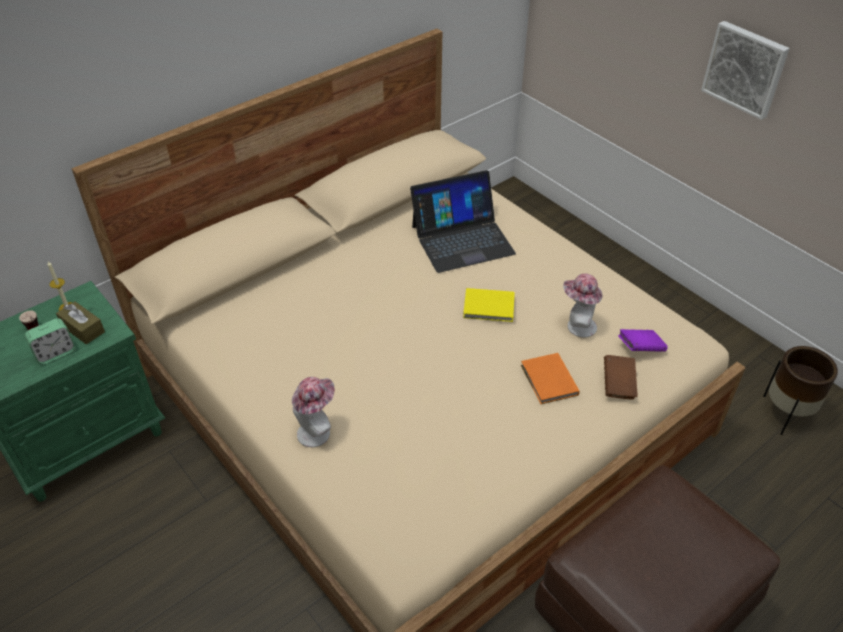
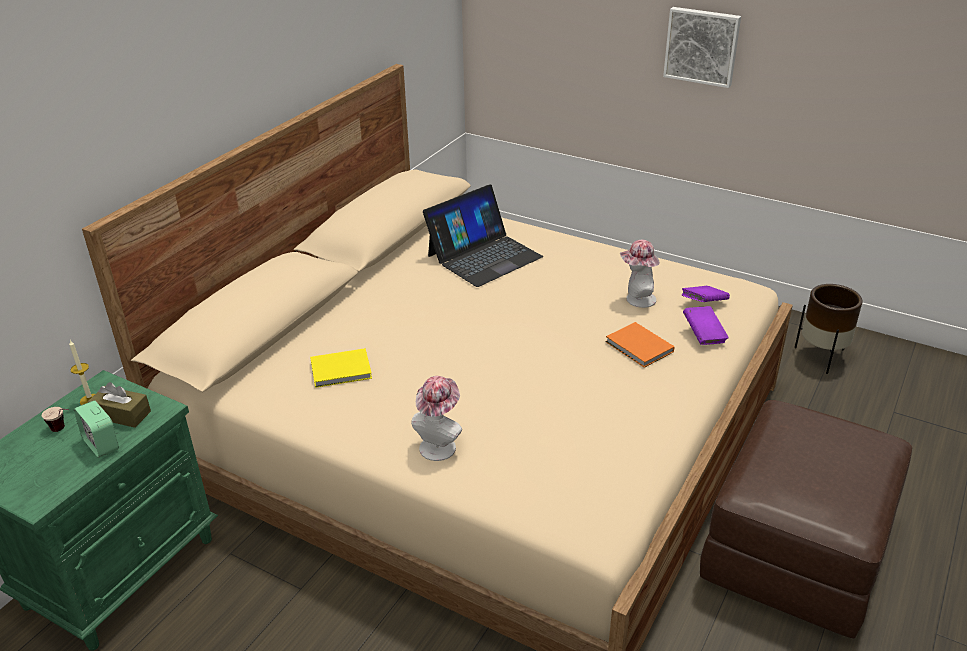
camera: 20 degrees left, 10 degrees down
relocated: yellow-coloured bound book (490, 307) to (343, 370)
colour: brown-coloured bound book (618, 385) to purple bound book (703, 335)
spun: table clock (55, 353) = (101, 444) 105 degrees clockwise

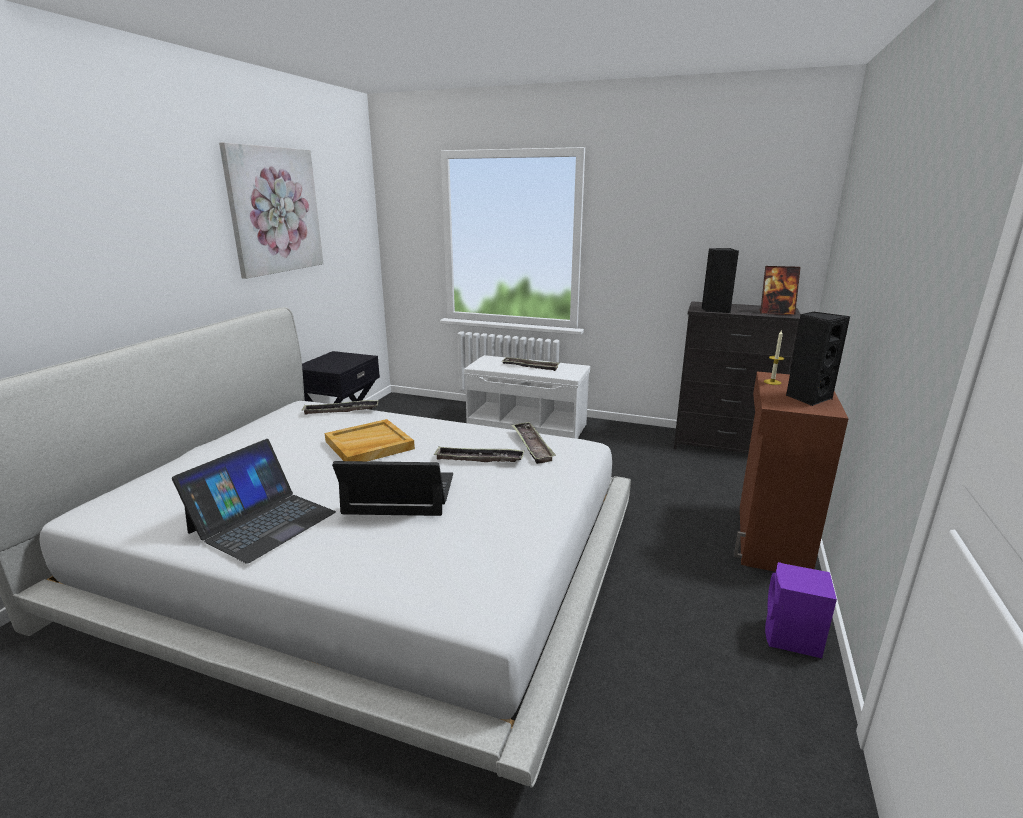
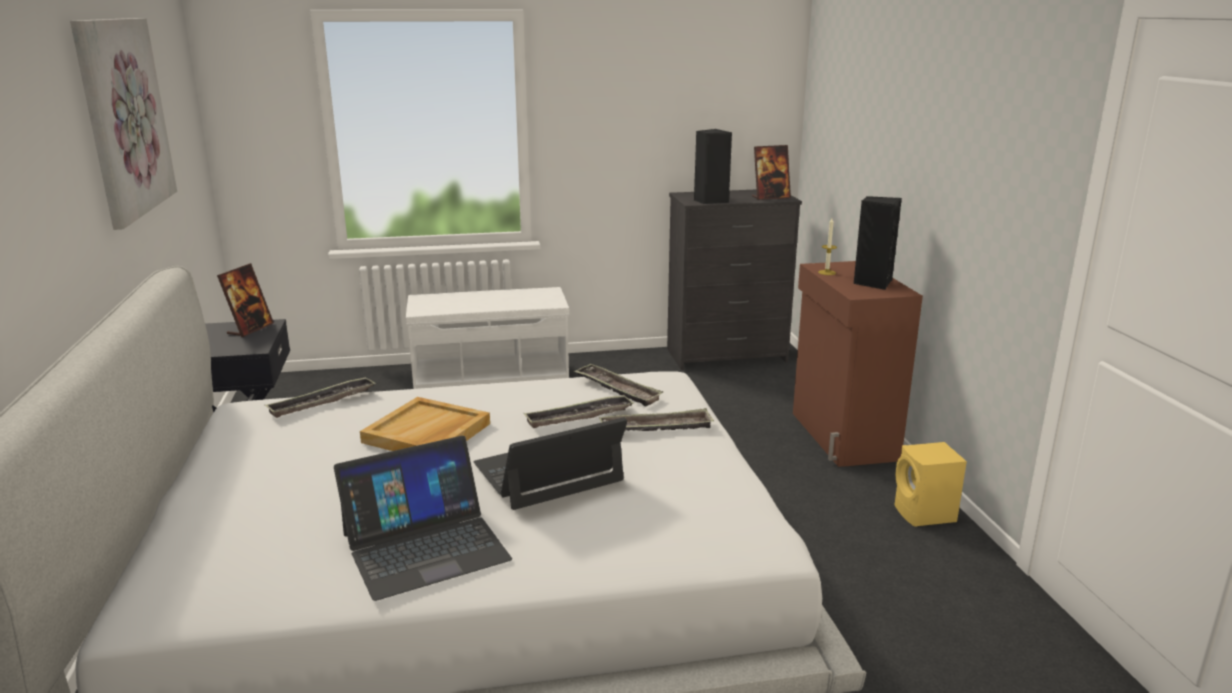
camera: 30 degrees left, 0 degrees up
appeared: photo frame (250, 329)
relocated: serving tray (530, 366) to (656, 428)
colour: purple audio speaker (792, 639) to yellow-coloured audio speaker (925, 515)
spun: notebook computer (262, 522) = (425, 546) 60 degrees clockwise

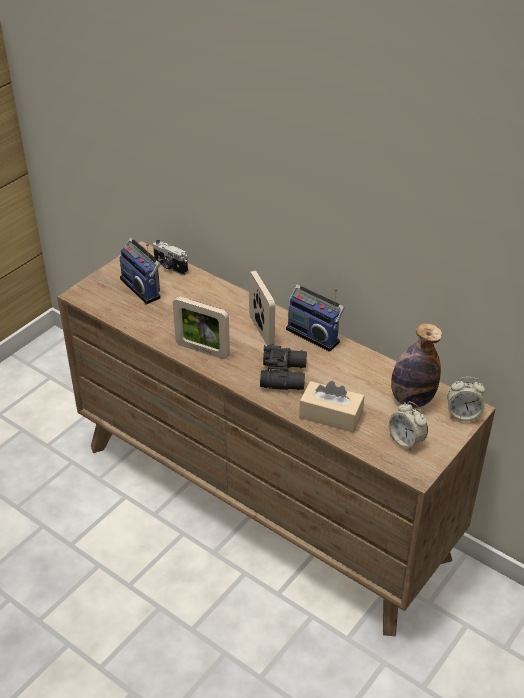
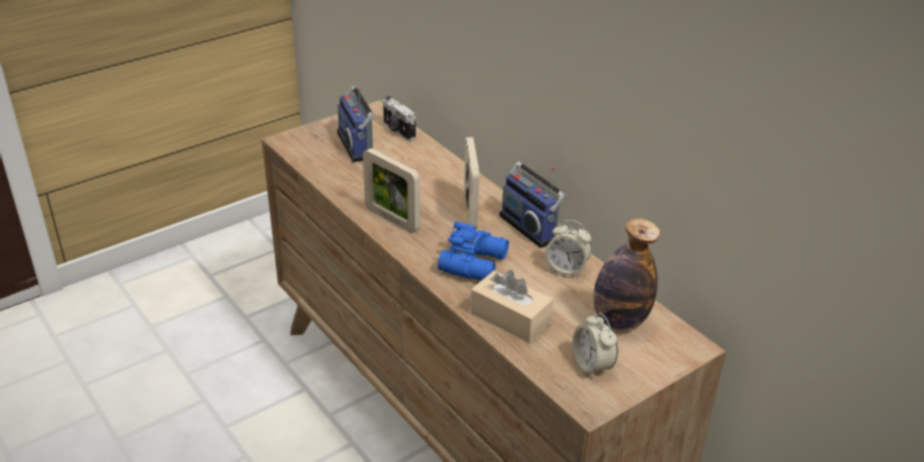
camera: 15 degrees right, 5 degrees down
relocated: table clock (463, 414) to (566, 269)
colour: black-coloured field glasses (285, 375) to blue field glasses (475, 263)

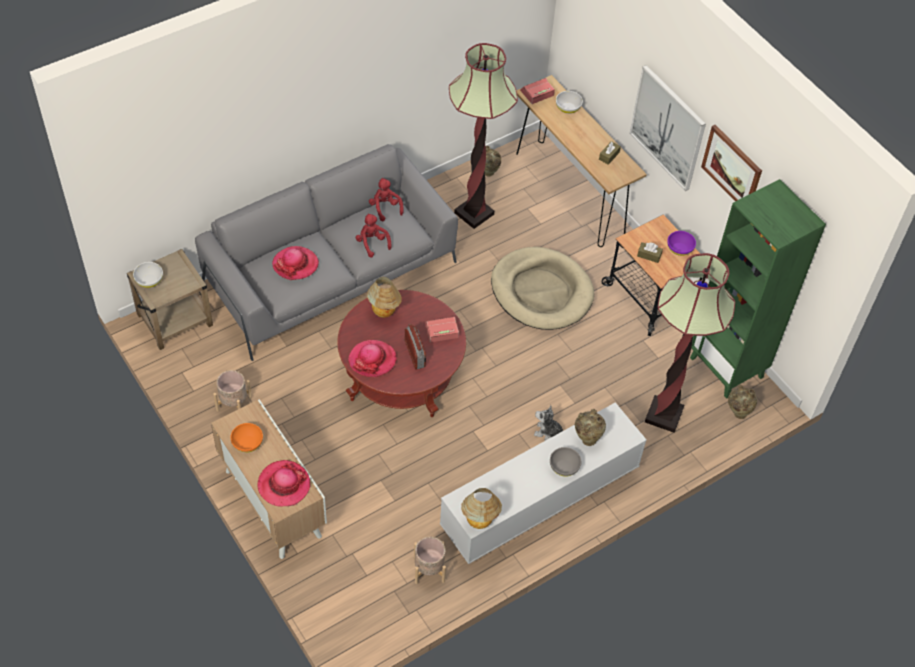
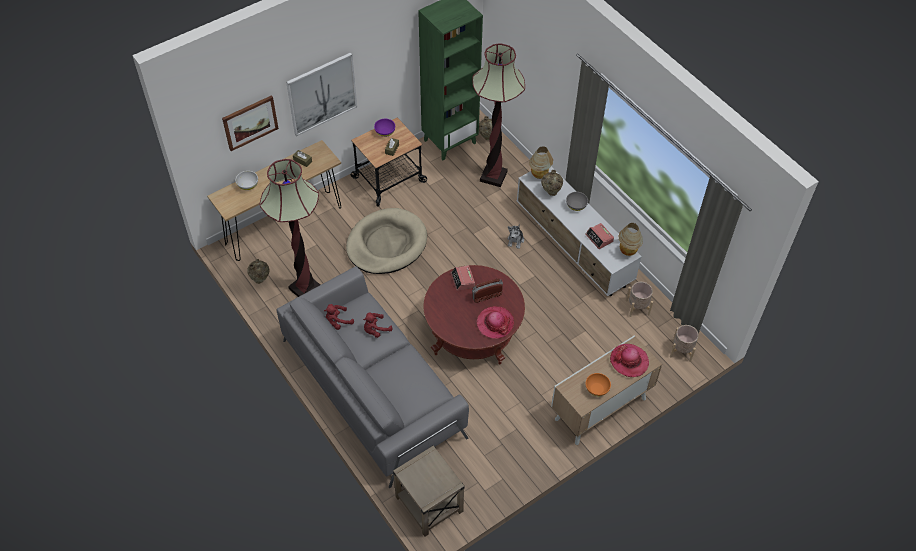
camera: 90 degrees left, 0 degrees up
missing: whitish bowl (149, 280); clothing hat (295, 264)
relocated: sand-coloured plant pot (234, 404) to (682, 350); table lamp (384, 313) to (539, 175); table clock (537, 93) to (599, 238); wall art (732, 167) to (250, 122)

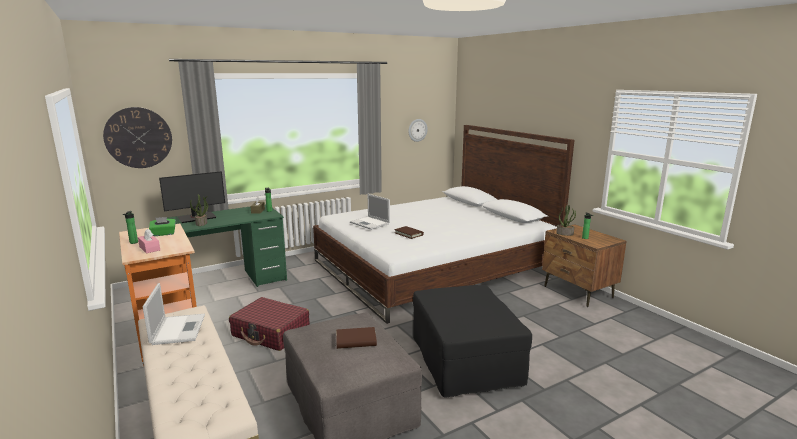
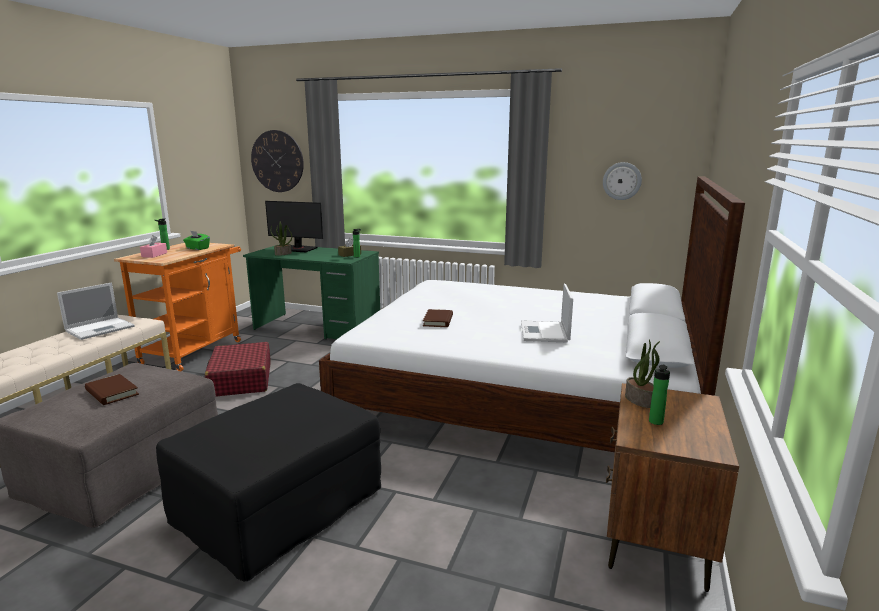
camera: 50 degrees right, 0 degrees up
relocated: notebook computer (370, 223) to (544, 332)

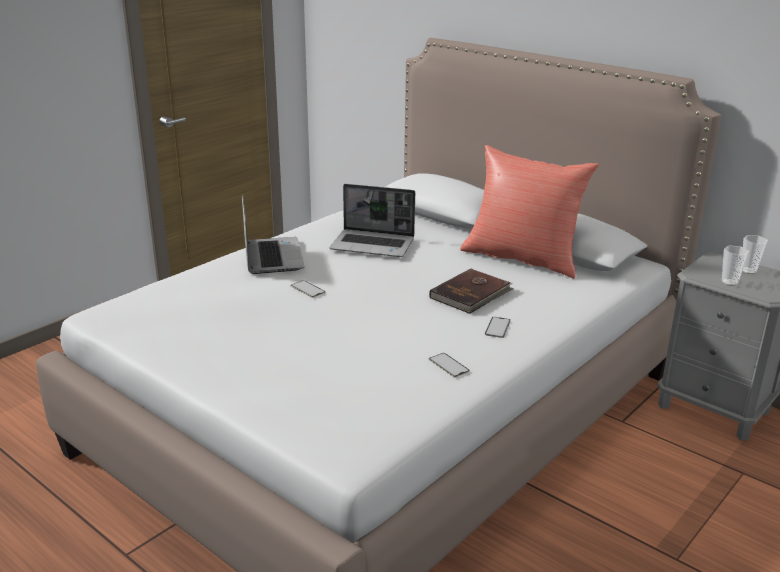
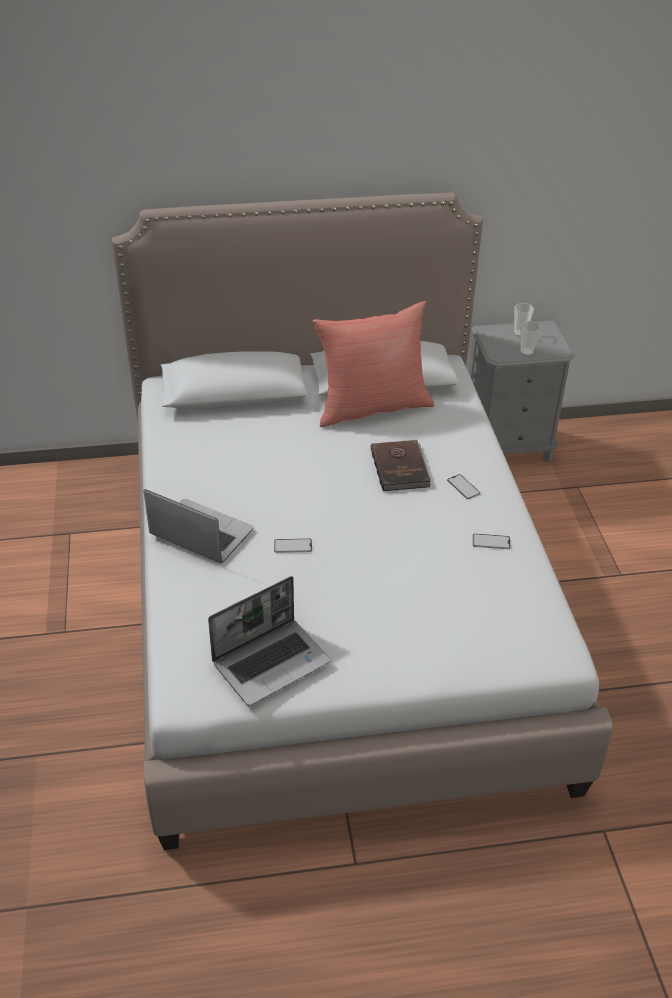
camera: 50 degrees left, 15 degrees up
relocated: notebook computer (373, 245) to (271, 662)

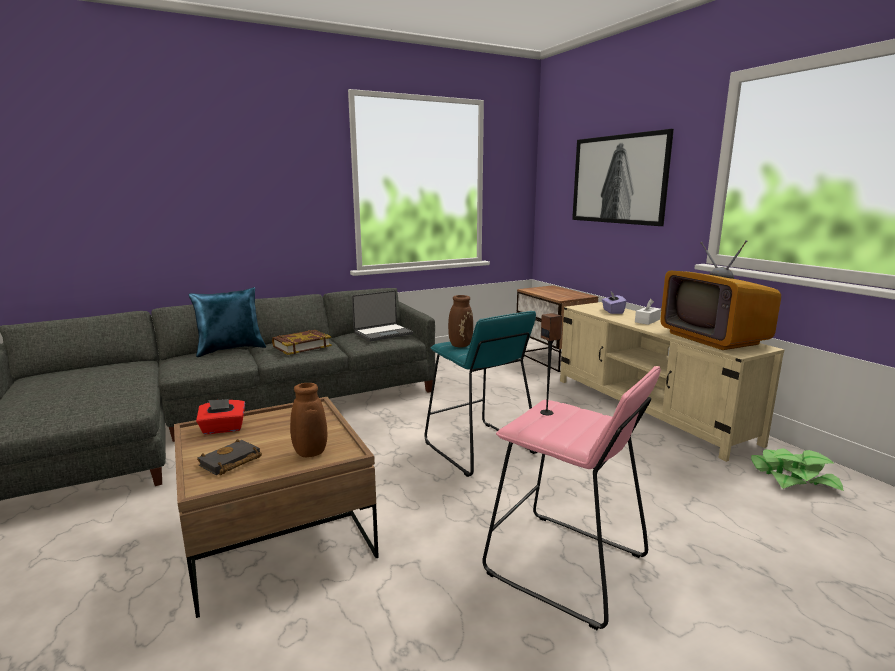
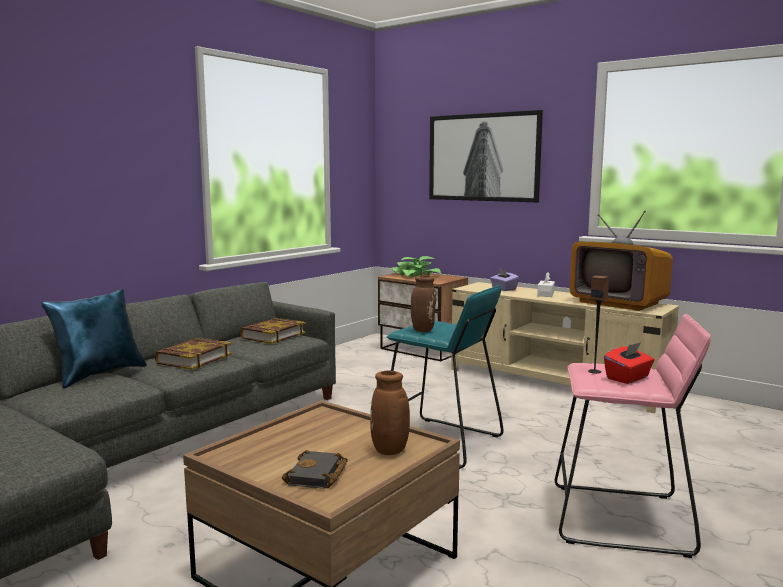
camera: 25 degrees left, 5 degrees down
relocated: reddish tissue box (223, 429) to (628, 378); houseplant (792, 478) to (415, 275)
exchanged: notebook computer (383, 333) to bound book (273, 335)

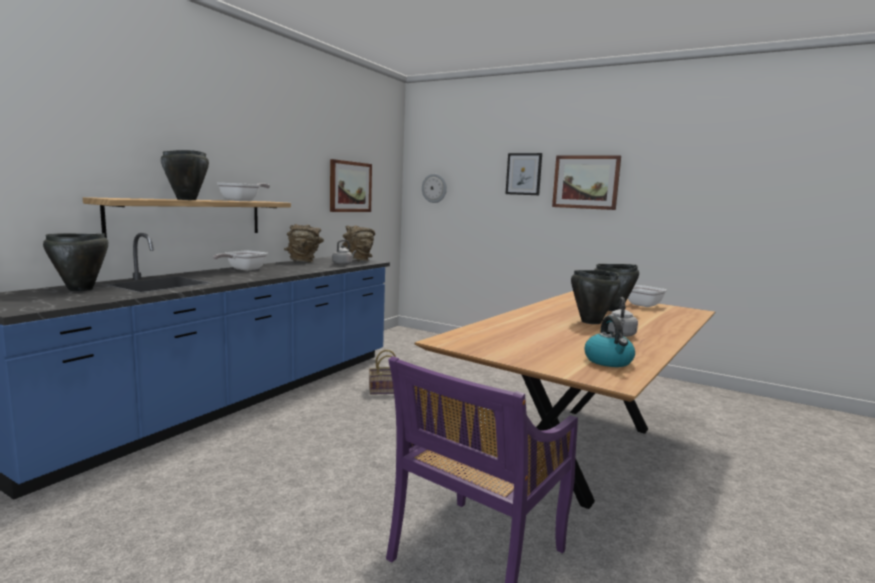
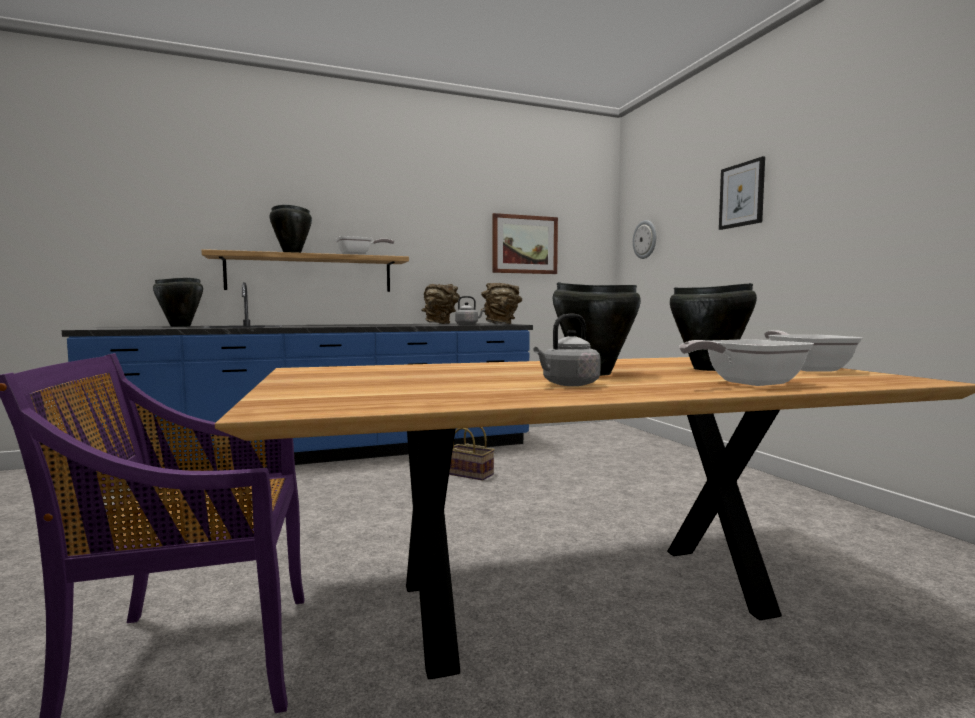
camera: 40 degrees right, 5 degrees down
missing: wall art (585, 182); water kettle (609, 361)
relocated: skillet (243, 269) to (746, 383)

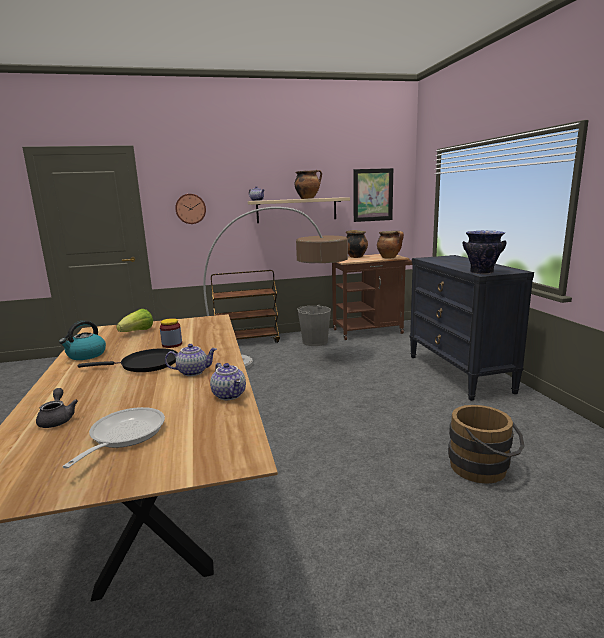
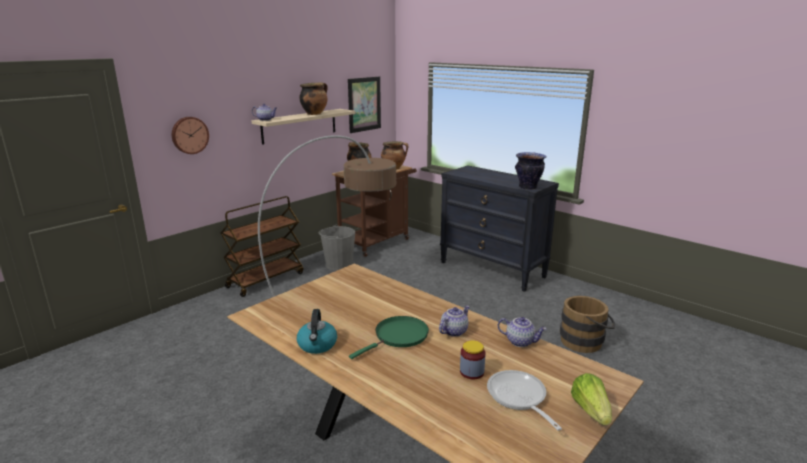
camera: 35 degrees left, 5 degrees up
missing: grey pot for tea (57, 419)
relocated: lettuce head (137, 332) to (591, 411); storage jar (172, 344) to (471, 372)
colour: black-coloured skillet (146, 364) to green skillet (399, 337)

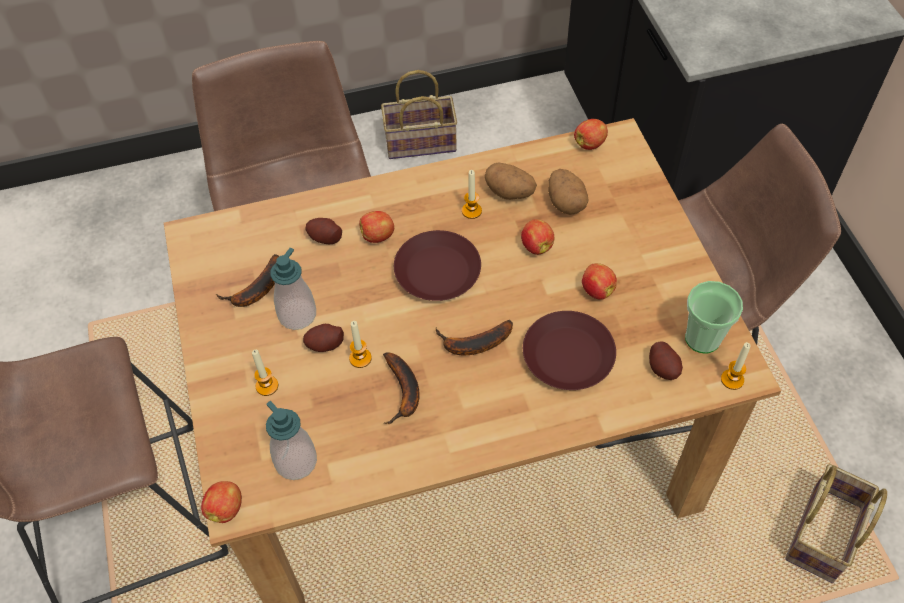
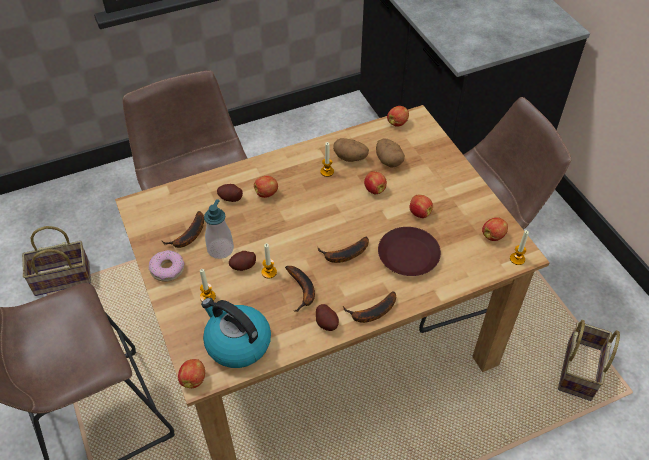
camera: 10 degrees left, 5 degrees down
missing: brown-coloured dinner plate (436, 271)
appeared: doughnut (167, 269); whole banana (371, 313)
relocated: basket (419, 144) to (61, 280); potato (663, 368) to (327, 323)
exchanged: soap bottle (296, 461) to water kettle (237, 343); small cup (702, 338) to apple (493, 236)

